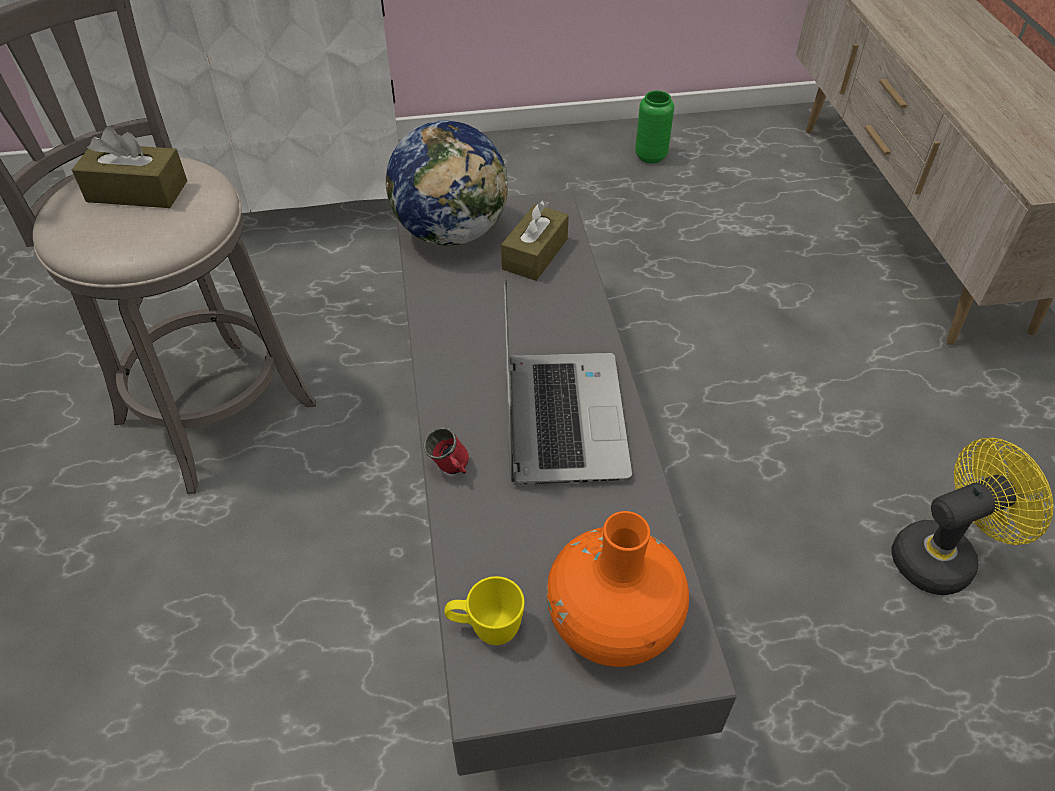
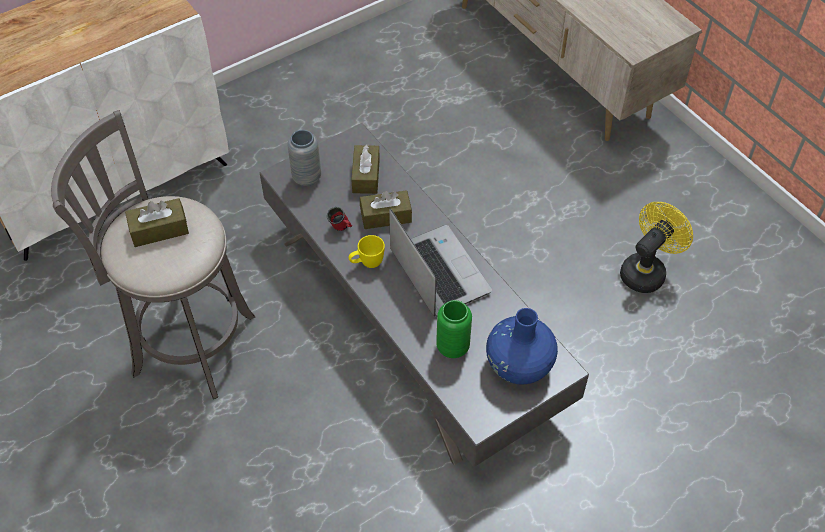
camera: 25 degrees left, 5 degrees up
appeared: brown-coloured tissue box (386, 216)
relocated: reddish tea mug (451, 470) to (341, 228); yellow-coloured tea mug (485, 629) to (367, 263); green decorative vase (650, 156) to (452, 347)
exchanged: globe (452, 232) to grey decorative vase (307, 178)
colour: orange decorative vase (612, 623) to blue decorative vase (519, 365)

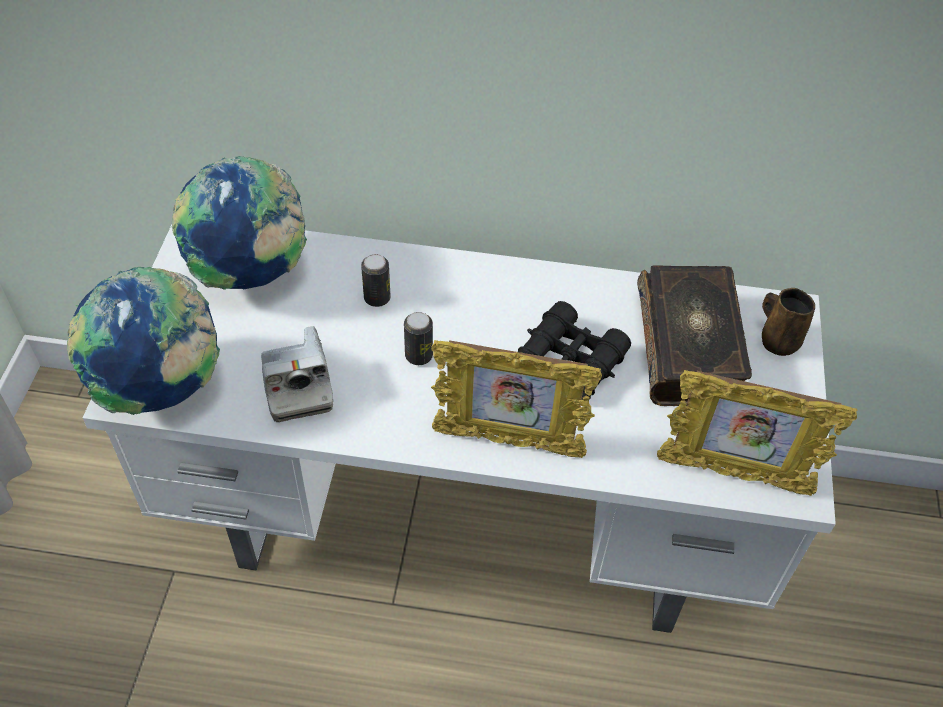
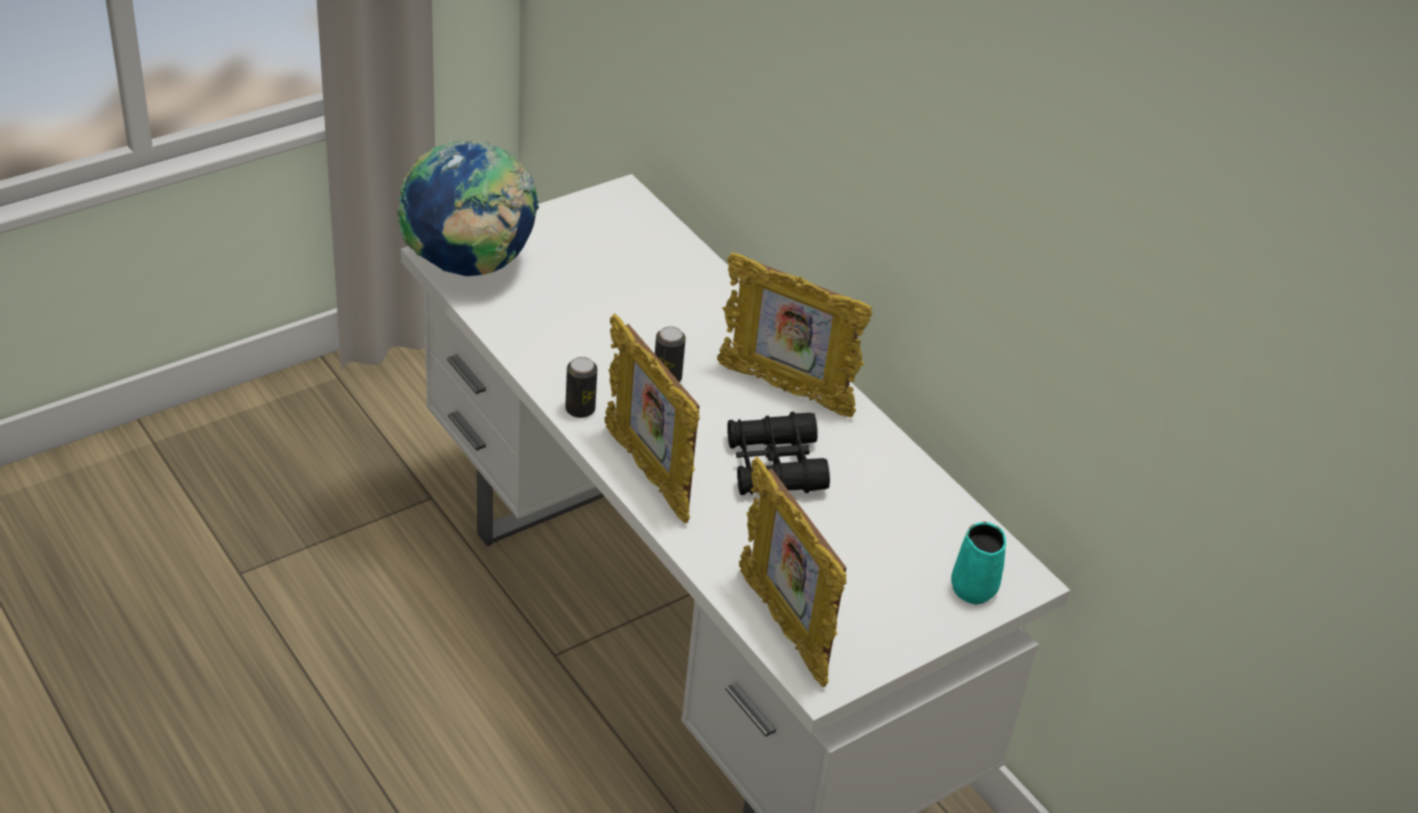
camera: 45 degrees right, 10 degrees down
missing: globe (250, 273); photo camera (297, 386); bound book (690, 347)
appeared: photo frame (785, 390)
relocated: metal can (377, 298) to (580, 409)
colour: brown-coloured tea mug (777, 340) to blue-green tea mug (974, 586)

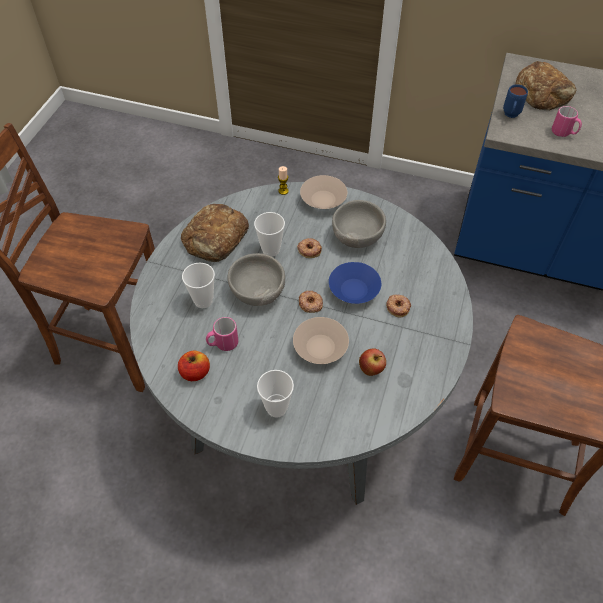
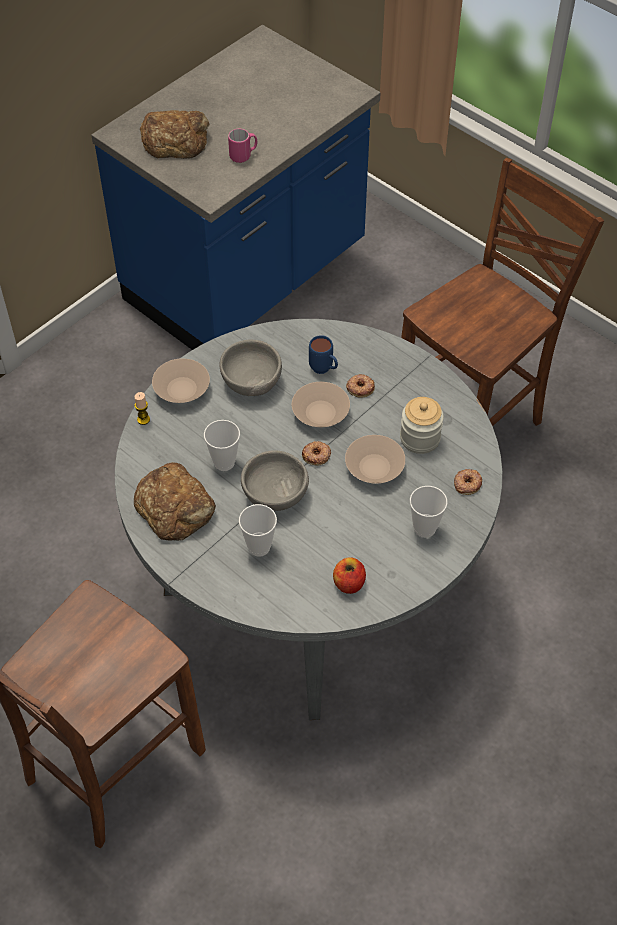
camera: 65 degrees left, 0 degrees up
missing: pink-coloured tea mug (223, 344)
relocated: doughnut (309, 249) to (467, 483); blue tea mug (510, 116) to (324, 370)
exchanged: apple (371, 369) to storage jar (420, 438)
colour: blue bowl (354, 290) to sand-coloured bowl (320, 413)

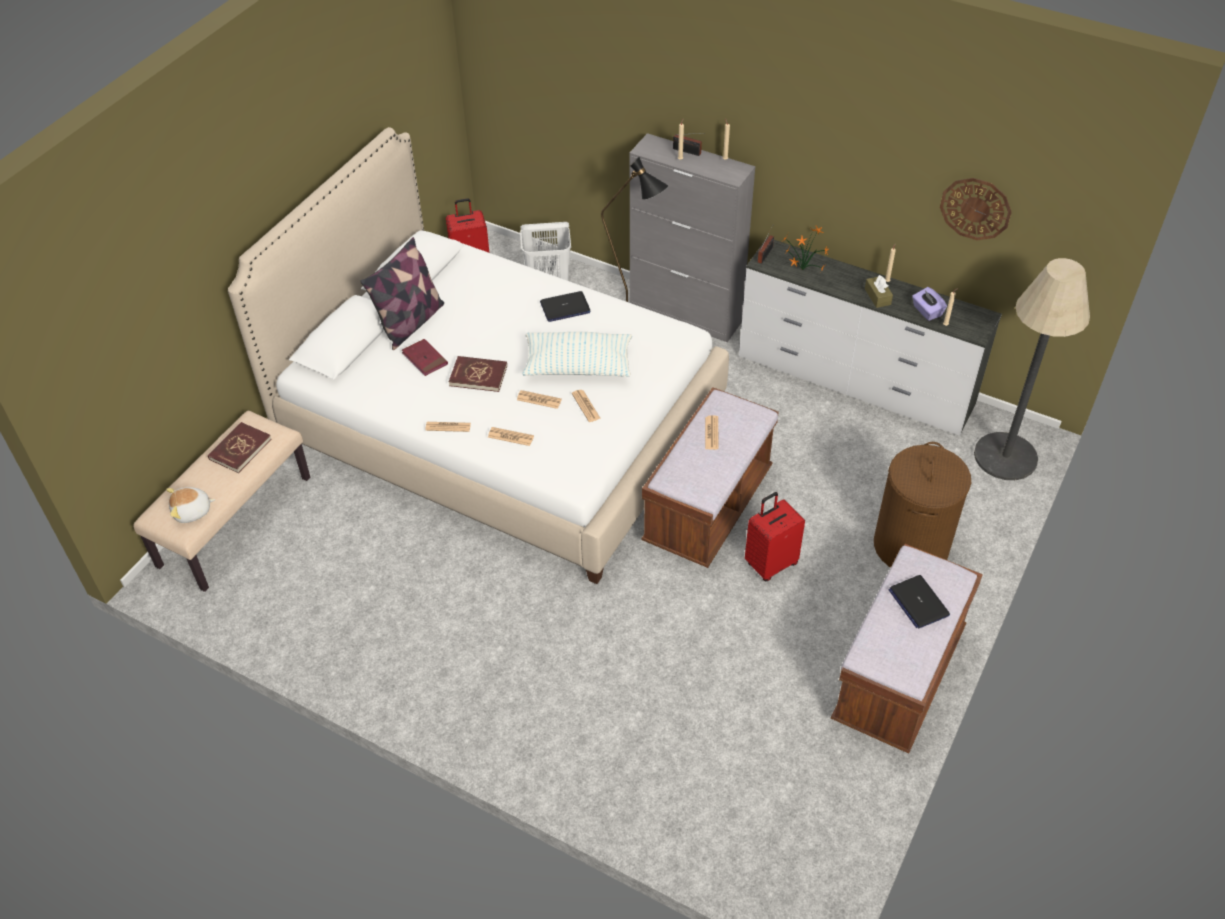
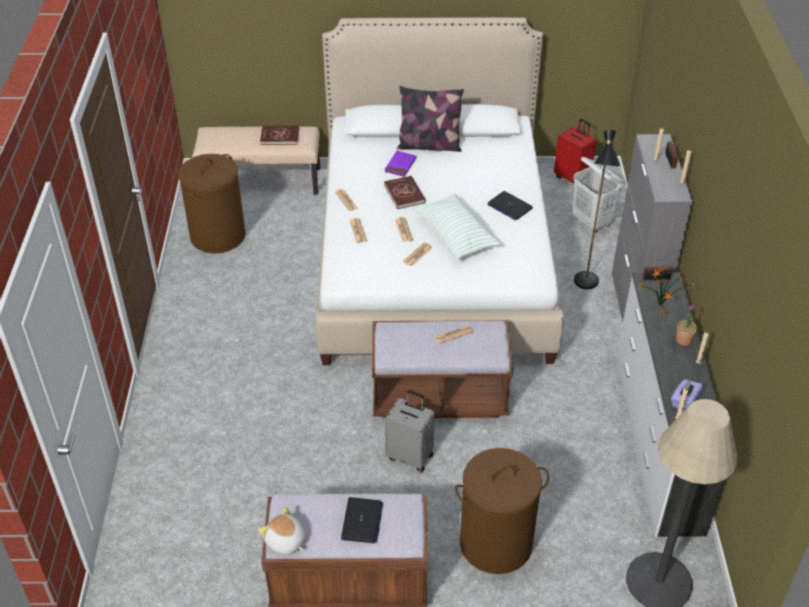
camera: 60 degrees right, 5 degrees down
missing: brown-coloured tissue box (877, 296); wall clock (975, 208)
appeared: brown-coloured hamper (217, 236); houseplant (683, 340)
relocated: plush toy (192, 512) to (285, 542)
colour: reddish bound book (425, 359) to purple bound book (400, 165); reddish piece of luggage (770, 563) to grey piece of luggage (410, 456)
spun: notebook computer (918, 602) = (362, 521) 150 degrees clockwise

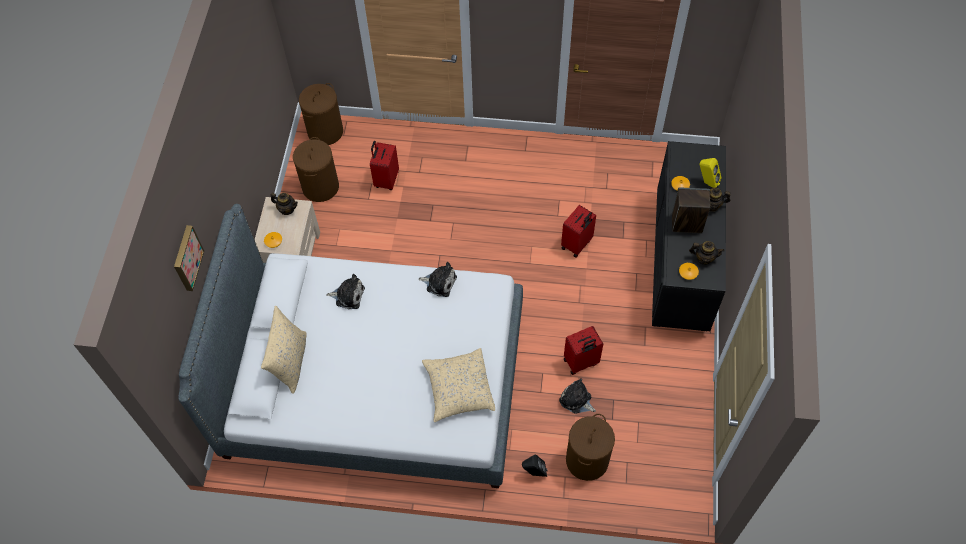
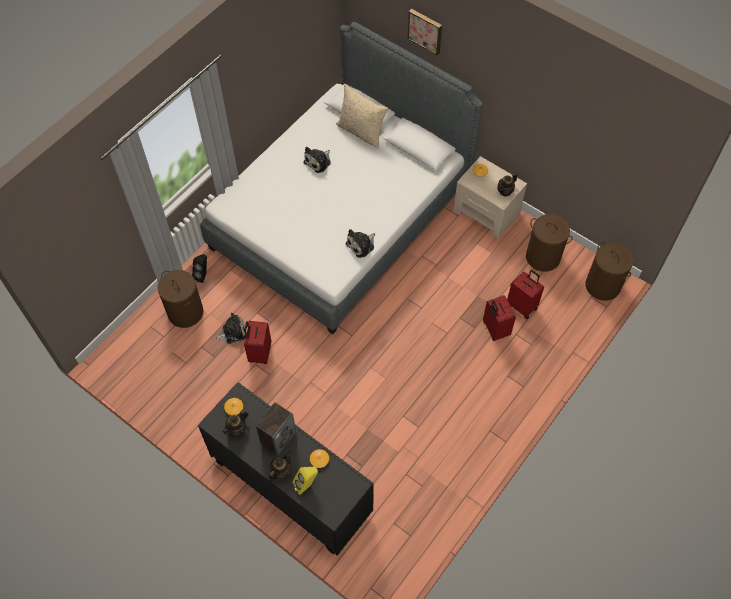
camera: 120 degrees right, 0 degrees up
missing: sand-coloured pillow (458, 389)
relocated: plush toy (348, 295) to (318, 162); reddish piece of luggage (577, 244) to (495, 329)

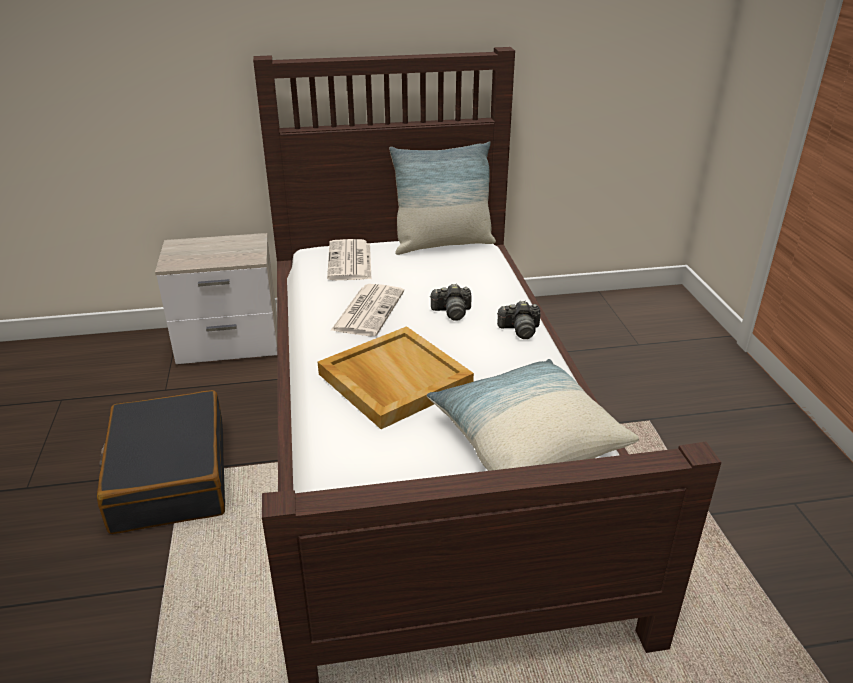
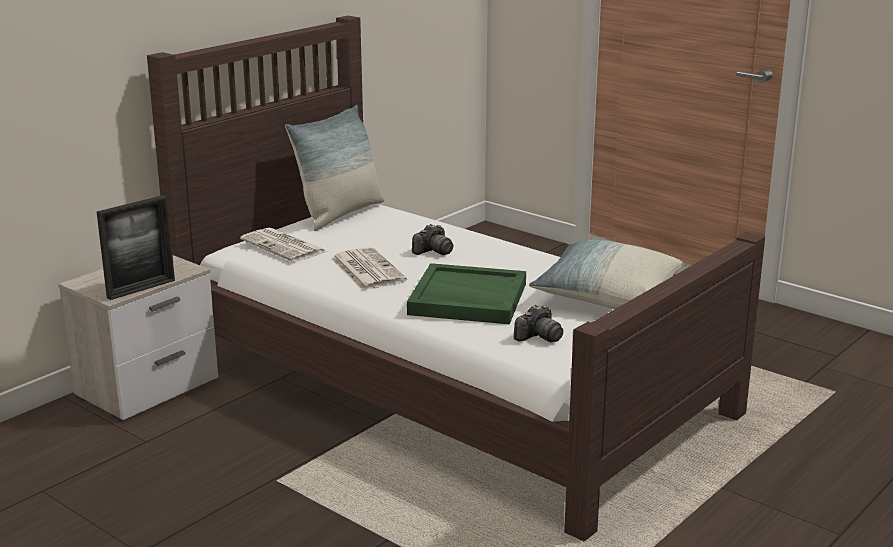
camera: 40 degrees left, 10 degrees down
missing: black-coloured piece of luggage (169, 477)
appeared: photo frame (141, 289)
relocated: photo camera (519, 330) to (538, 337)
colour: sand-coloured serving tray (393, 380) to green serving tray (467, 299)

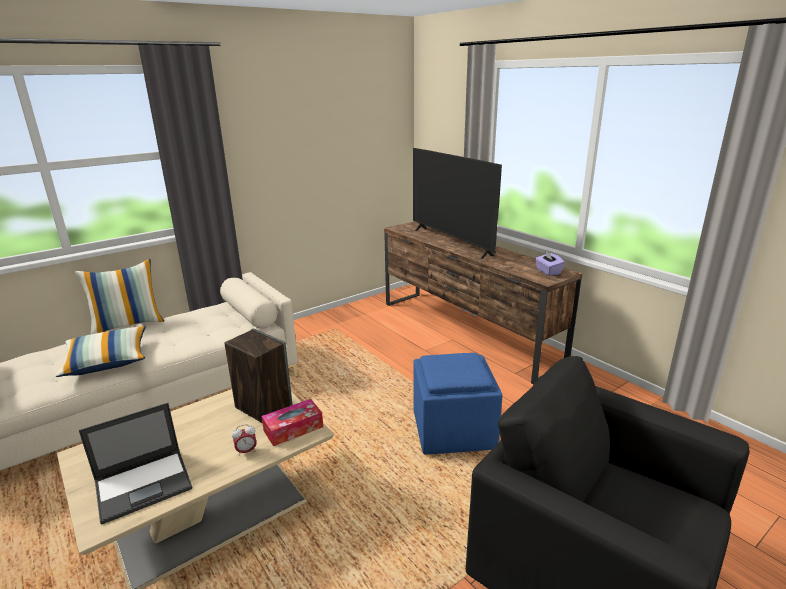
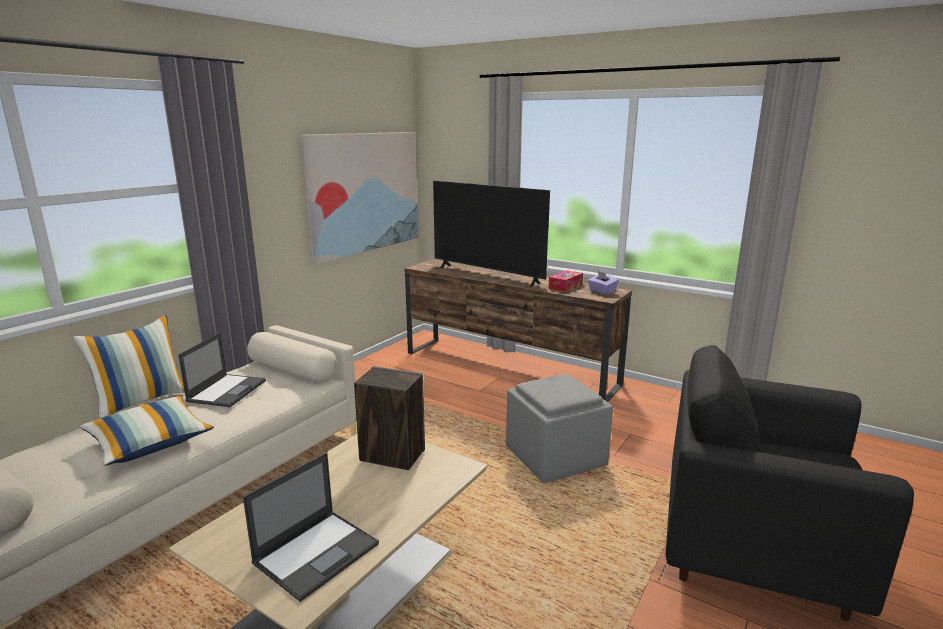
camera: 20 degrees left, 5 degrees down
missing: table clock (246, 451)
appeared: notebook computer (227, 390); wall art (365, 193)
relocated: tissue box (293, 429) to (565, 286)
colour: blue pouffe (452, 430) to grey pouffe (554, 457)

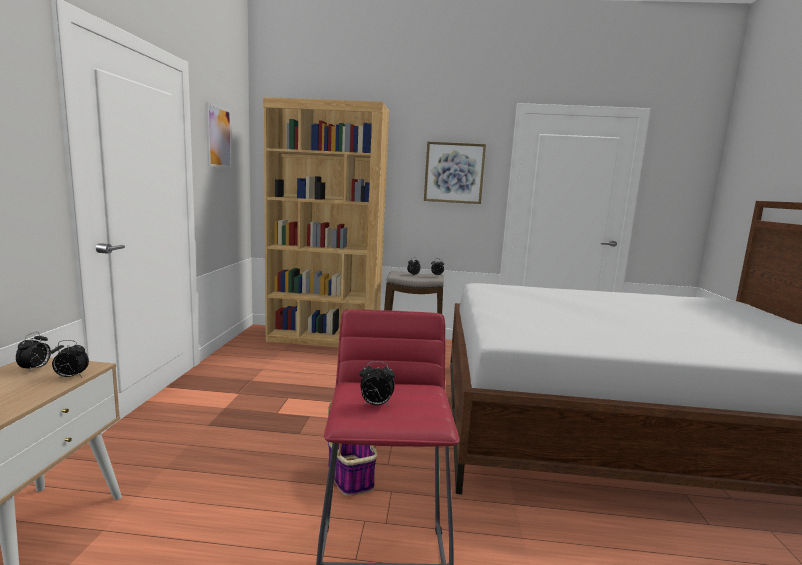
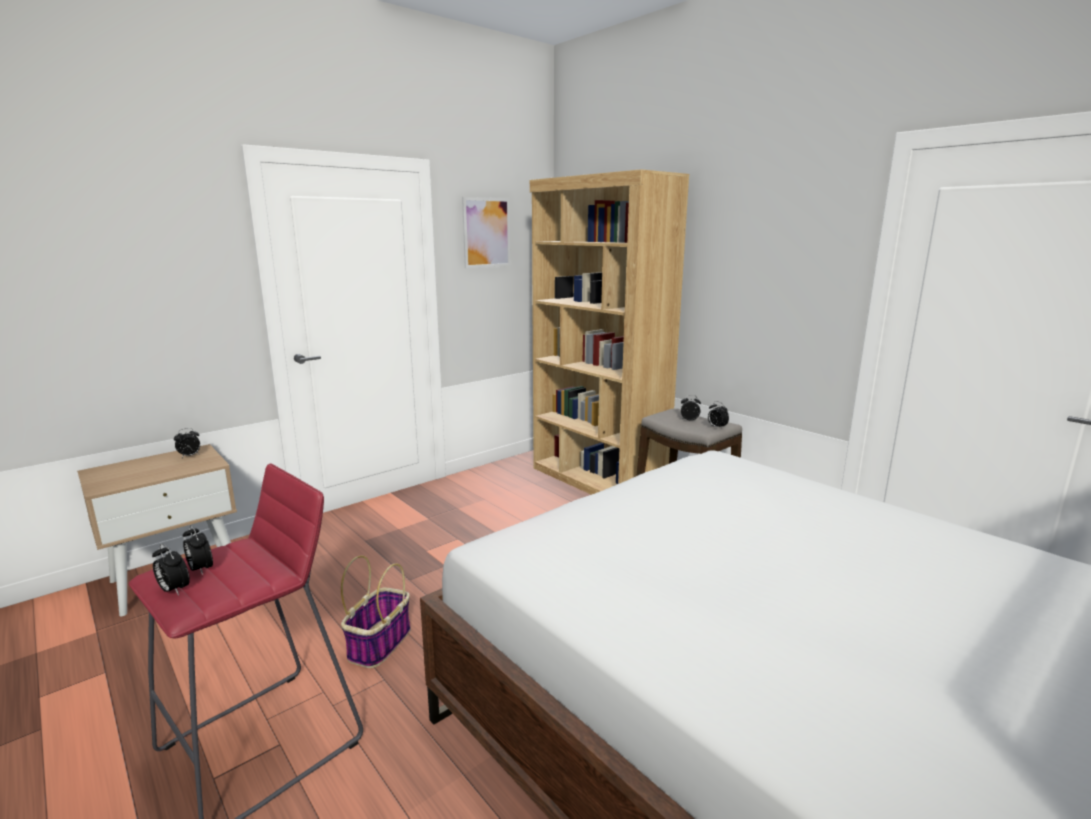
camera: 45 degrees right, 5 degrees up
missing: wall art (454, 173)
relocated: table clock (70, 377) to (174, 590)

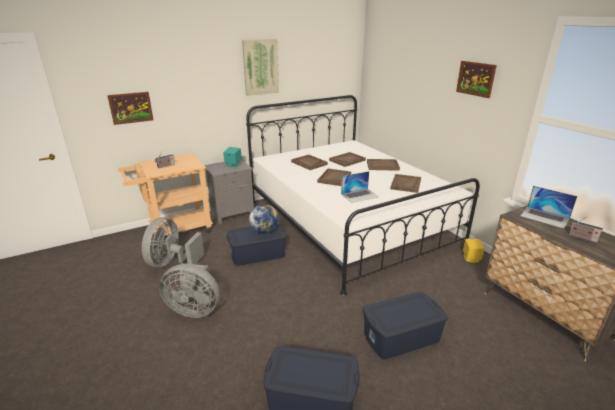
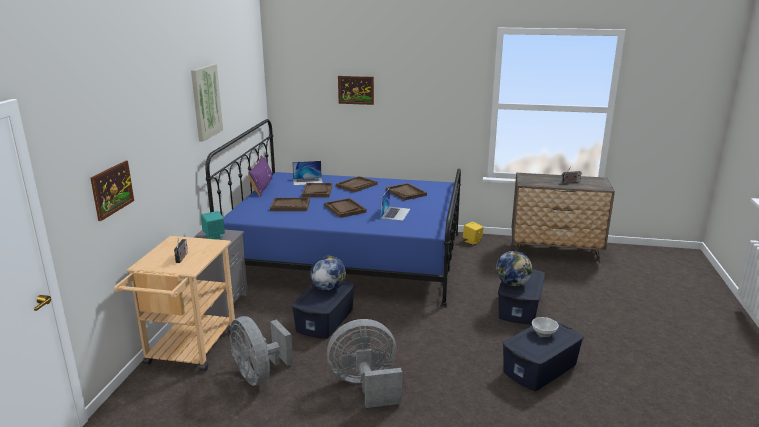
camera: 50 degrees left, 5 degrees down
appeared: purple pillow (262, 187); globe (513, 283); bowl (543, 333)
relocated: wall art (475, 79) to (356, 90); notebook computer (545, 217) to (308, 181)
colour: whitish sleeping bed (348, 222) to blue sleeping bed (348, 258)
spun: grey fan (195, 309) = (366, 385) 150 degrees counterclockwise

